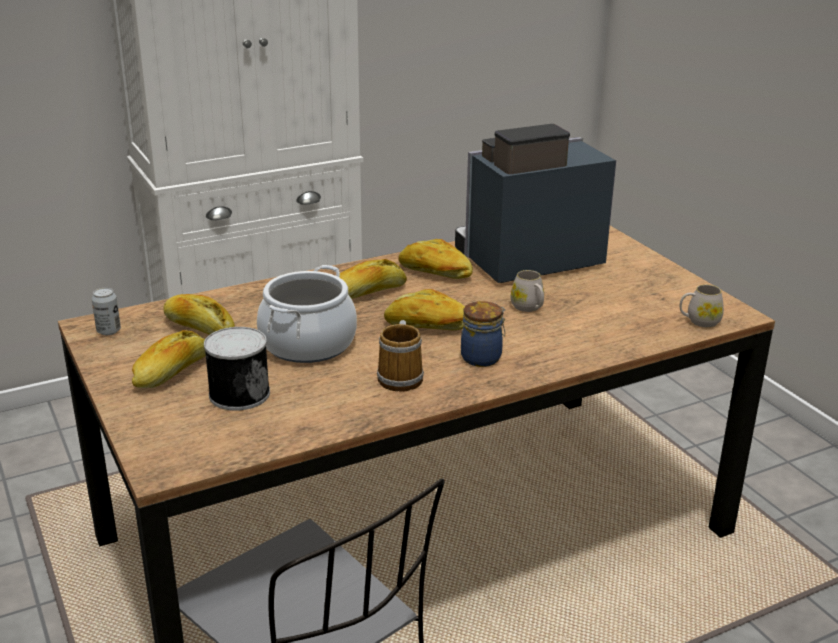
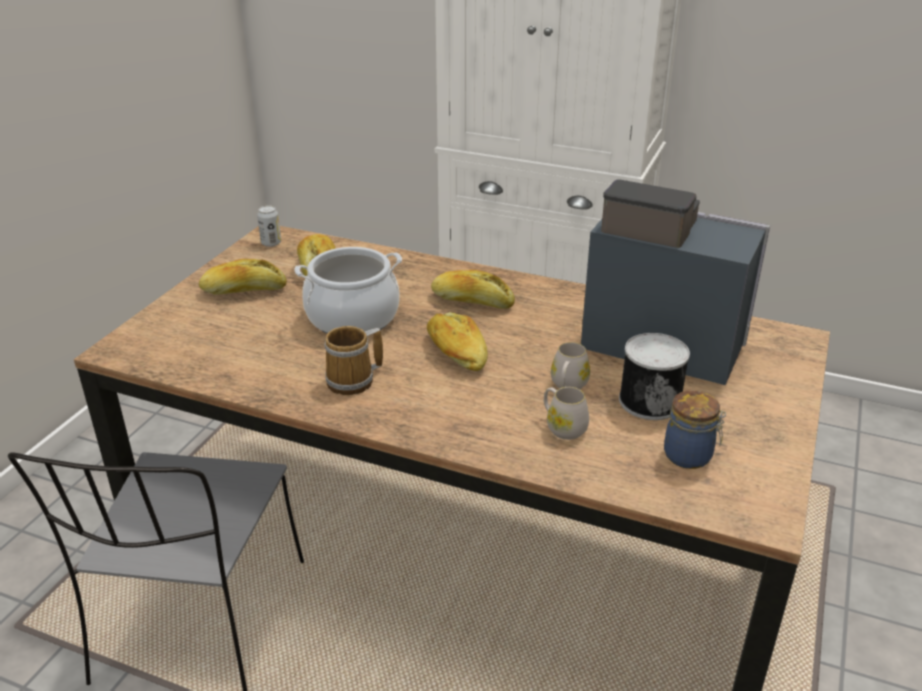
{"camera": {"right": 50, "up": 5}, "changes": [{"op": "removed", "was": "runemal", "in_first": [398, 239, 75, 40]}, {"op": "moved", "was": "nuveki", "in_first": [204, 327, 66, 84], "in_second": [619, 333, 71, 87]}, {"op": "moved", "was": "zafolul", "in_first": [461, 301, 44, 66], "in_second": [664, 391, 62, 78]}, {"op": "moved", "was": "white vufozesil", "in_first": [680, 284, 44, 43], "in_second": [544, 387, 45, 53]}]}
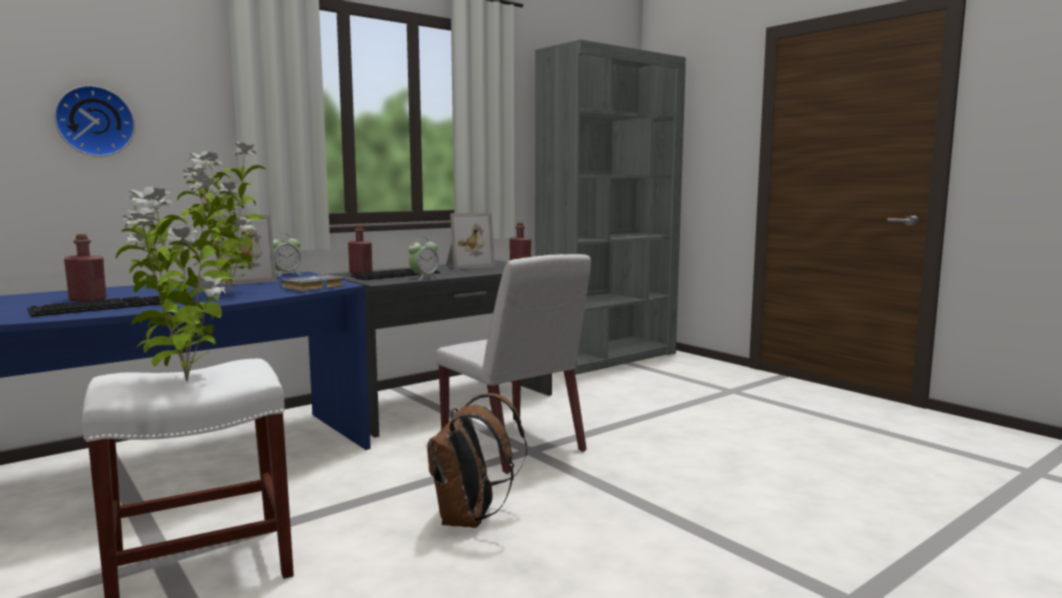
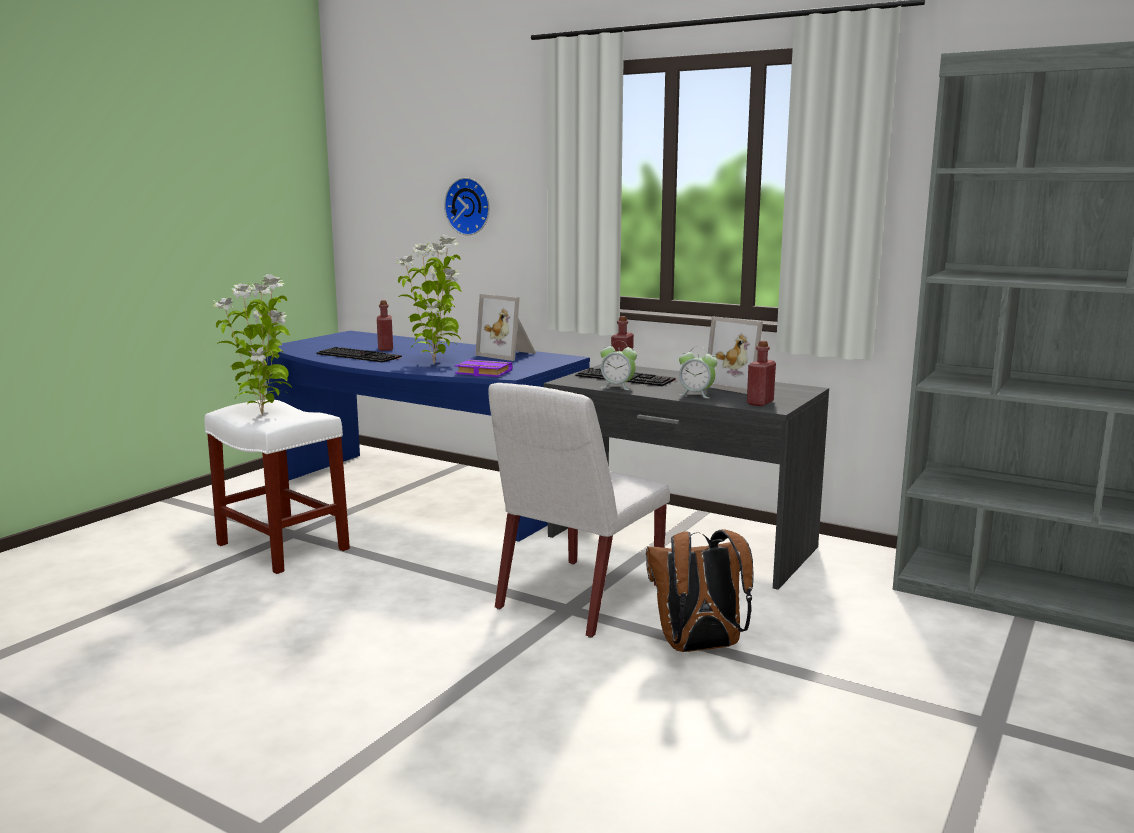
{"camera": {"right": 70, "up": 5}, "changes": [{"op": "moved", "was": "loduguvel", "in_first": [273, 234, 29, 43], "in_second": [679, 347, 39, 51]}, {"op": "moved", "was": "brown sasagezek", "in_first": [427, 393, 100, 135], "in_second": [646, 529, 108, 123]}, {"op": "recoloured", "was": "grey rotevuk", "now": "purple rotevuk", "in_first": [280, 274, 65, 18], "in_second": [455, 359, 58, 18]}]}
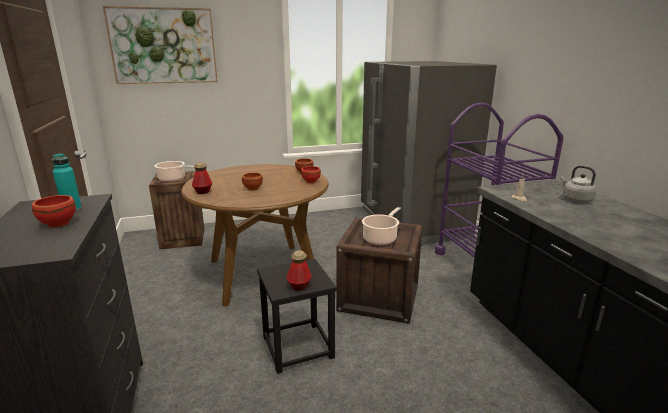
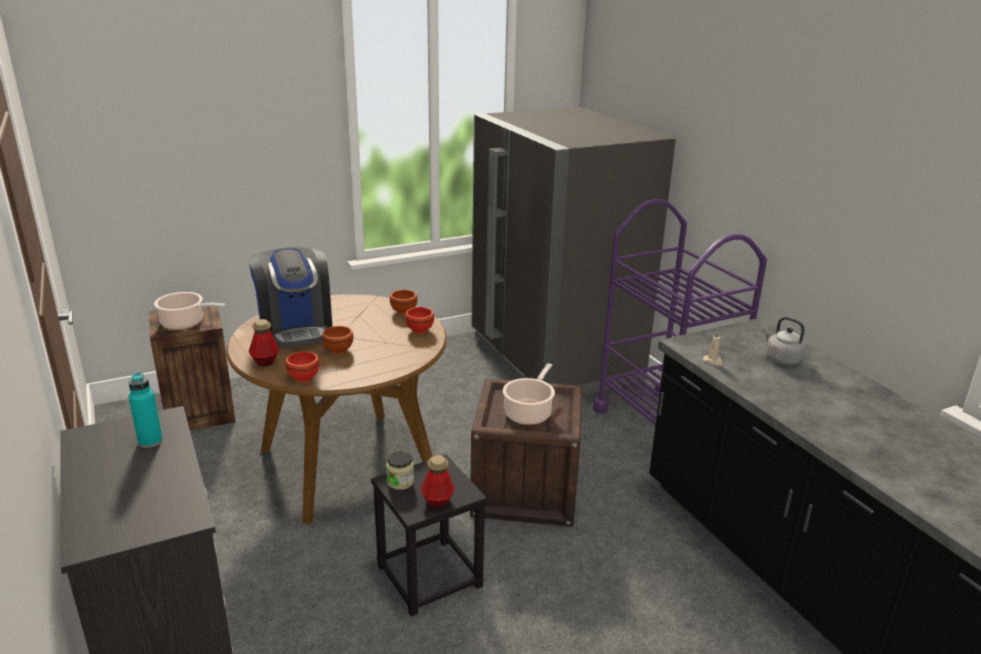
{"camera": {"right": -10, "up": 5}, "changes": [{"op": "removed", "was": "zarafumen", "in_first": [103, 6, 115, 78]}, {"op": "added", "now": "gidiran", "in_second": [248, 247, 84, 101]}, {"op": "added", "now": "zafolul", "in_second": [386, 452, 28, 38]}, {"op": "moved", "was": "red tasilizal", "in_first": [32, 195, 44, 33], "in_second": [286, 351, 33, 32]}]}
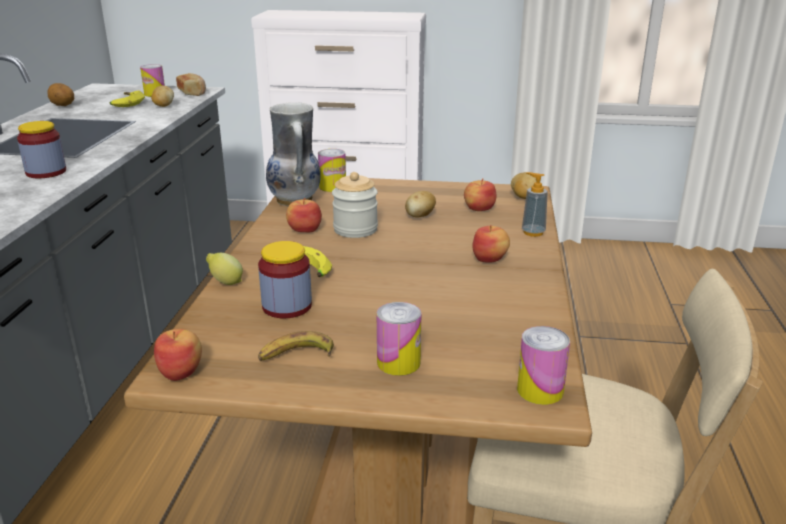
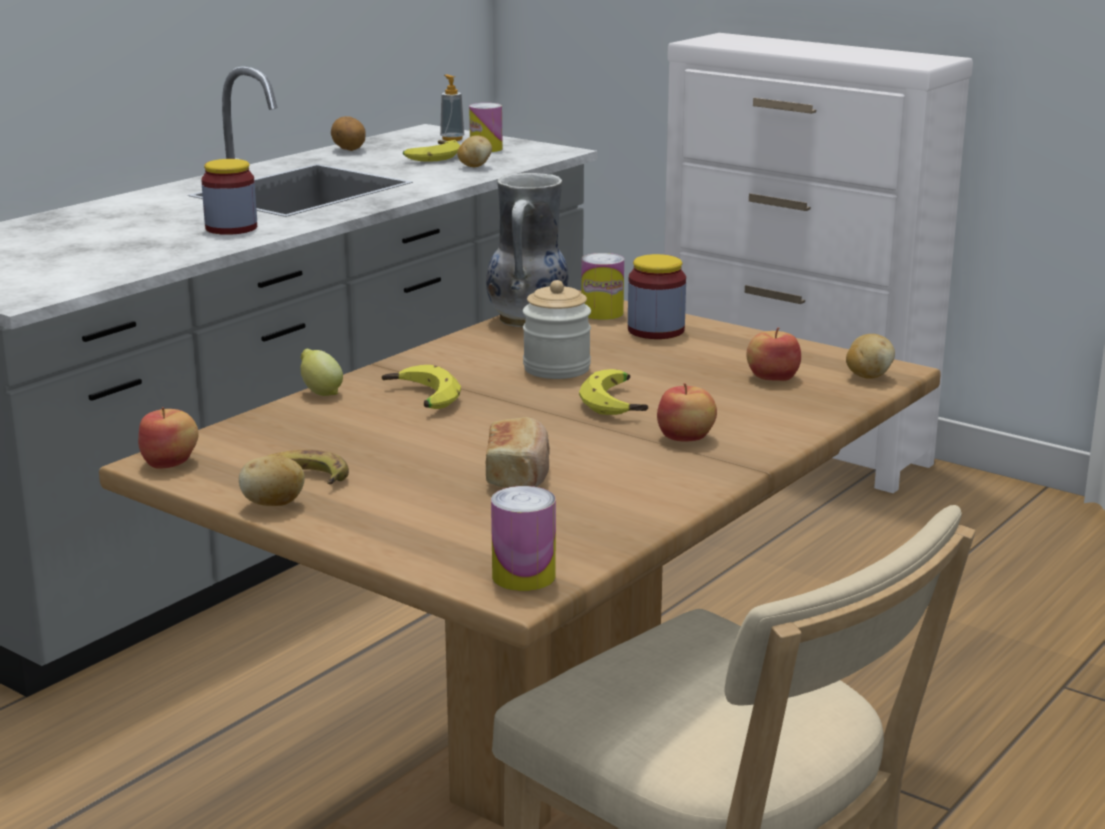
{"camera": {"right": 30, "up": -5}, "changes": [{"op": "removed", "was": "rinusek", "in_first": [286, 198, 36, 34]}, {"op": "removed", "was": "nuveki", "in_first": [377, 302, 44, 74]}, {"op": "added", "now": "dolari", "in_second": [579, 369, 69, 46]}, {"op": "moved", "was": "runemal", "in_first": [176, 73, 30, 23], "in_second": [486, 417, 64, 71]}, {"op": "moved", "was": "zafolul", "in_first": [258, 241, 54, 77], "in_second": [628, 254, 58, 85]}, {"op": "moved", "was": "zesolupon", "in_first": [405, 191, 31, 26], "in_second": [239, 456, 66, 50]}, {"op": "moved", "was": "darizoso", "in_first": [522, 172, 26, 65], "in_second": [440, 75, 24, 66]}]}
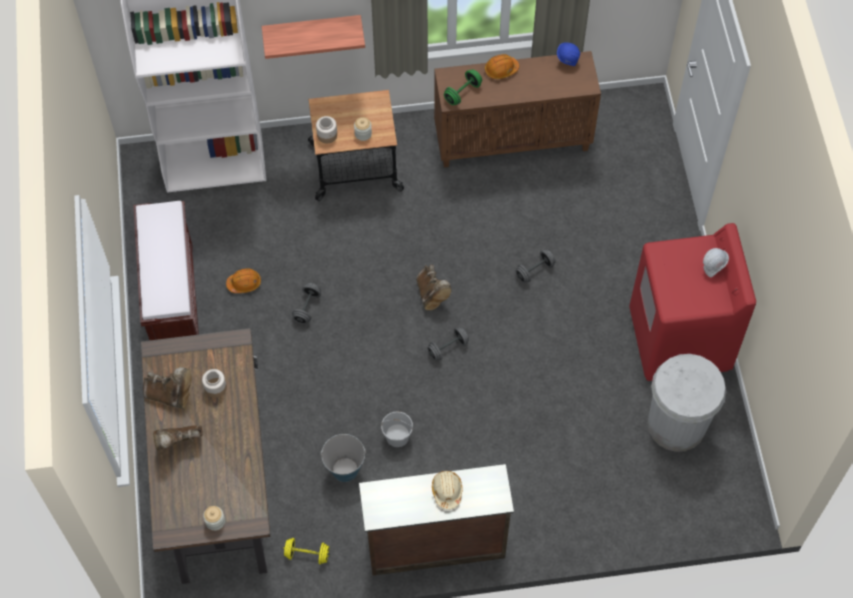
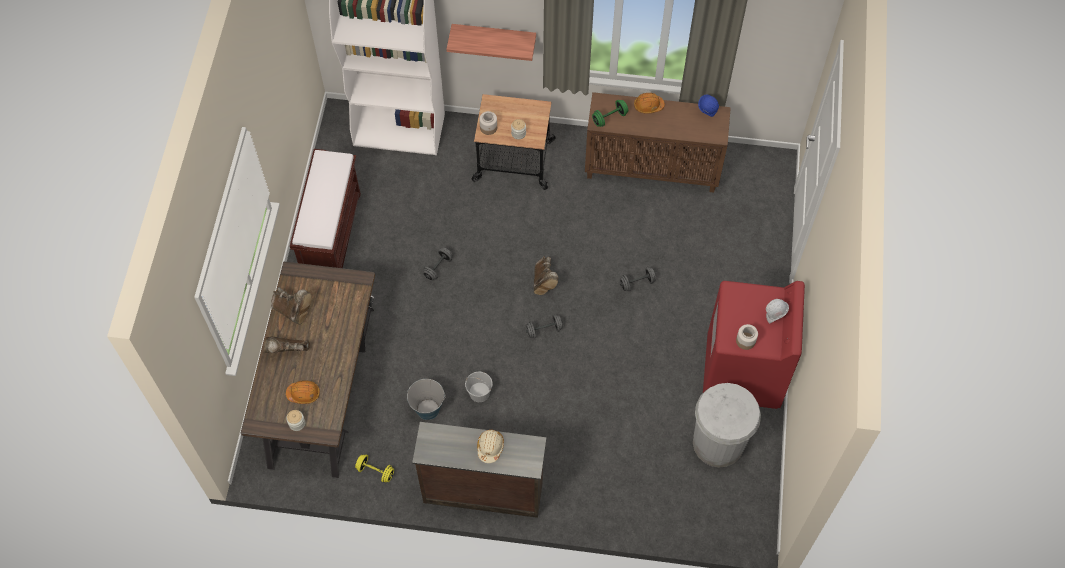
{"camera": {"right": 15, "up": 0}, "changes": [{"op": "moved", "was": "zafolul", "in_first": [202, 369, 25, 29], "in_second": [736, 324, 22, 26]}, {"op": "moved", "was": "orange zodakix", "in_first": [226, 268, 35, 25], "in_second": [286, 380, 34, 24]}]}
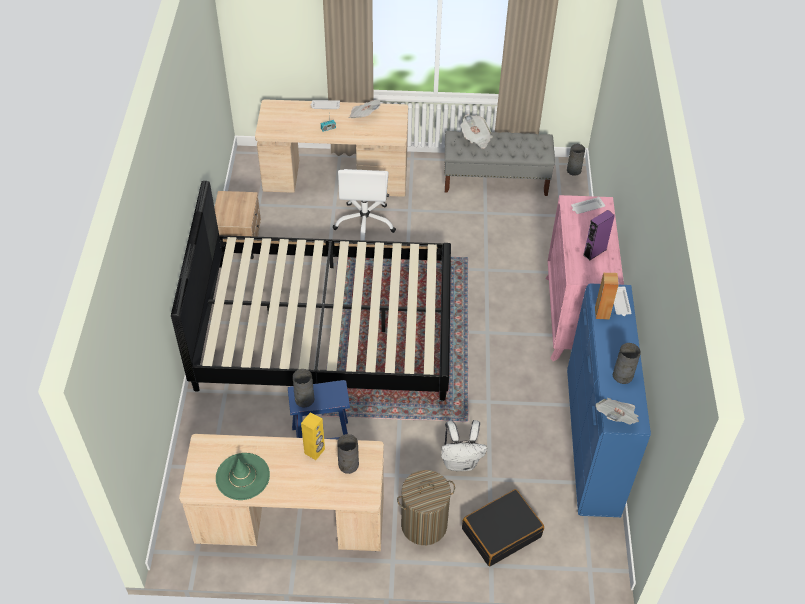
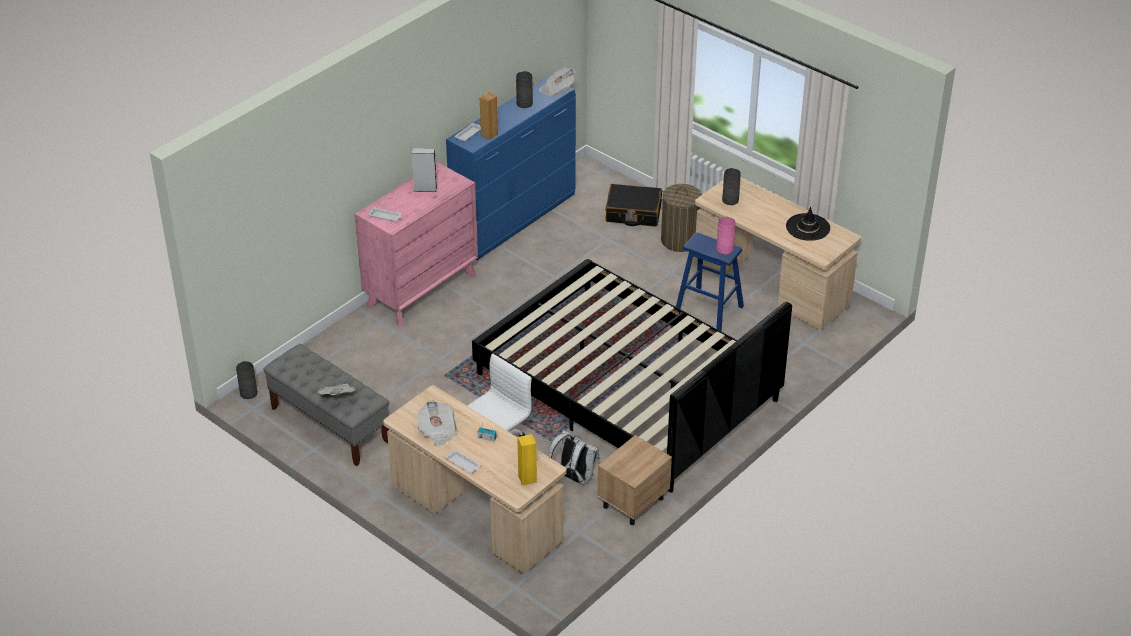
{"camera": {"right": -140, "up": -10}, "changes": [{"op": "moved", "was": "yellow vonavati", "in_first": [301, 412, 24, 48], "in_second": [517, 434, 20, 52]}, {"op": "moved", "was": "white sasagezek", "in_first": [441, 420, 46, 51], "in_second": [549, 430, 50, 55]}, {"op": "recoloured", "was": "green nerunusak", "now": "black nerunusak", "in_first": [216, 453, 54, 47], "in_second": [786, 207, 44, 34]}, {"op": "recoloured", "was": "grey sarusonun", "now": "pink sarusonun", "in_first": [293, 369, 21, 39], "in_second": [716, 217, 19, 38]}, {"op": "recoloured", "was": "purple vonavati", "now": "grey vonavati", "in_first": [584, 210, 31, 50], "in_second": [412, 148, 25, 44]}]}
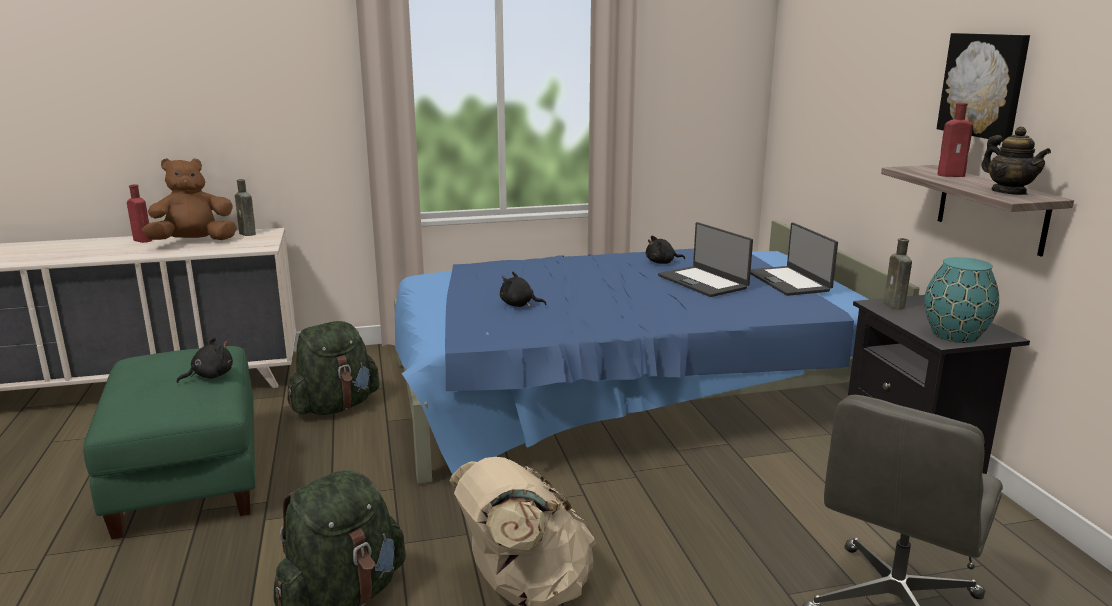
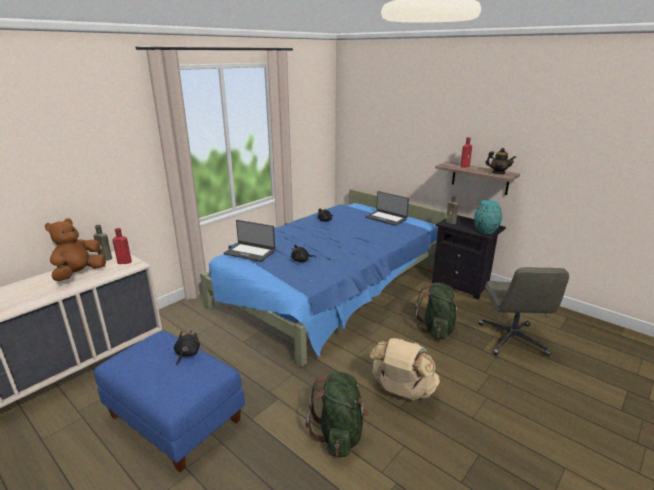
{"camera": {"right": -35, "up": 5}, "changes": [{"op": "removed", "was": "zarafumen", "in_first": [937, 33, 93, 109]}, {"op": "moved", "was": "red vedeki", "in_first": [127, 184, 25, 59], "in_second": [112, 228, 20, 36]}, {"op": "moved", "was": "green sasagezek", "in_first": [288, 321, 92, 94], "in_second": [414, 283, 48, 56]}, {"op": "moved", "was": "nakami", "in_first": [658, 222, 95, 75], "in_second": [224, 220, 51, 42]}, {"op": "recoloured", "was": "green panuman", "now": "blue panuman", "in_first": [83, 346, 172, 194], "in_second": [94, 331, 151, 141]}]}
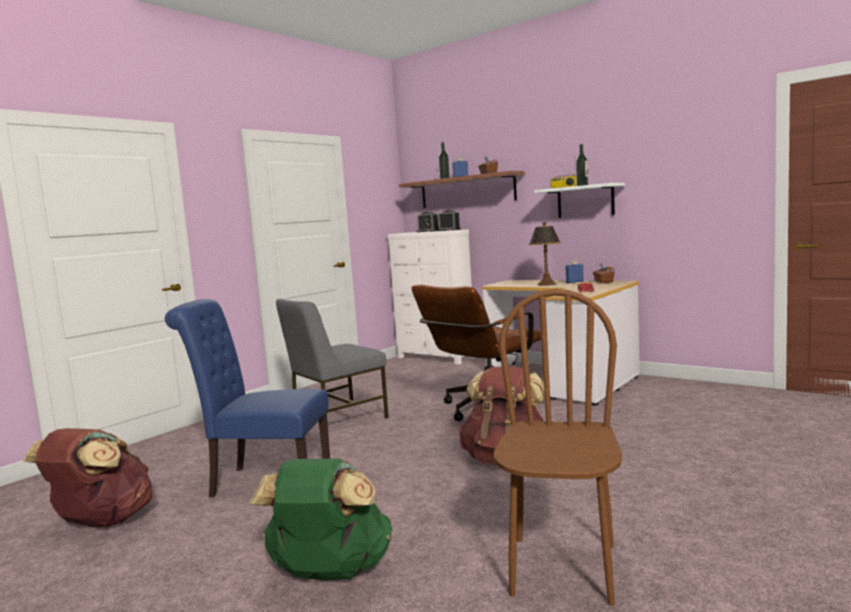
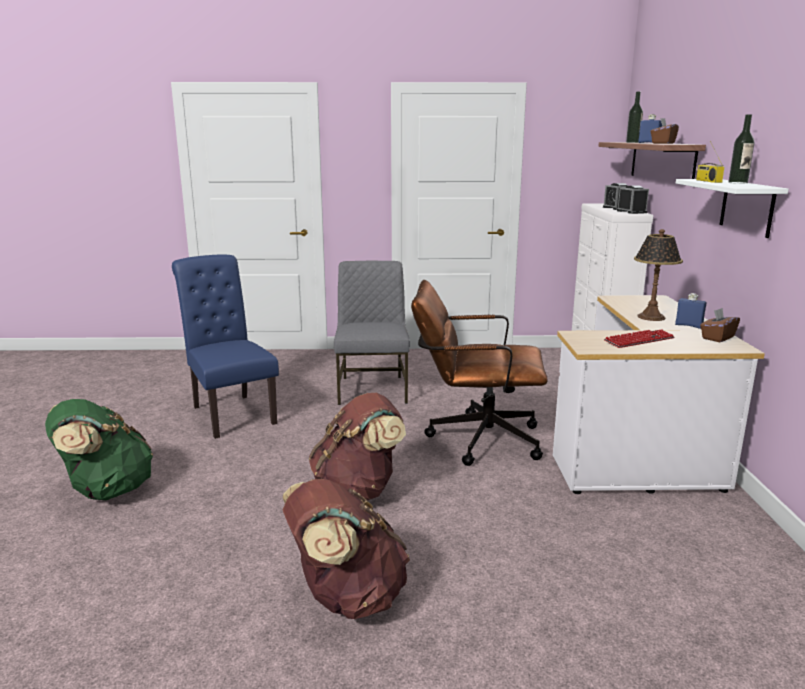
{"camera": {"right": 50, "up": 10}, "changes": [{"op": "removed", "was": "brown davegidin", "in_first": [494, 289, 128, 317]}, {"op": "moved", "was": "brown sasagezek", "in_first": [23, 428, 130, 99], "in_second": [283, 479, 127, 140]}, {"op": "turned", "was": "grey davegidin", "in_first": [276, 299, 113, 120], "in_second": [334, 261, 76, 144], "clockwise": 75}]}
